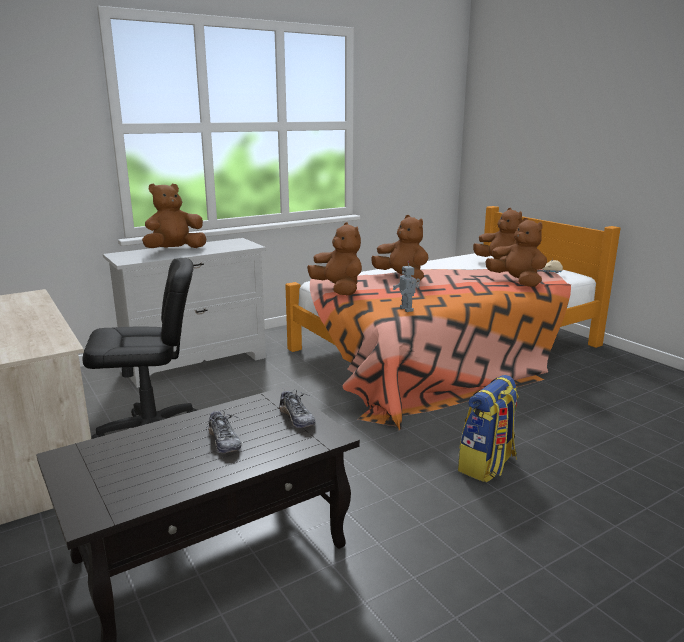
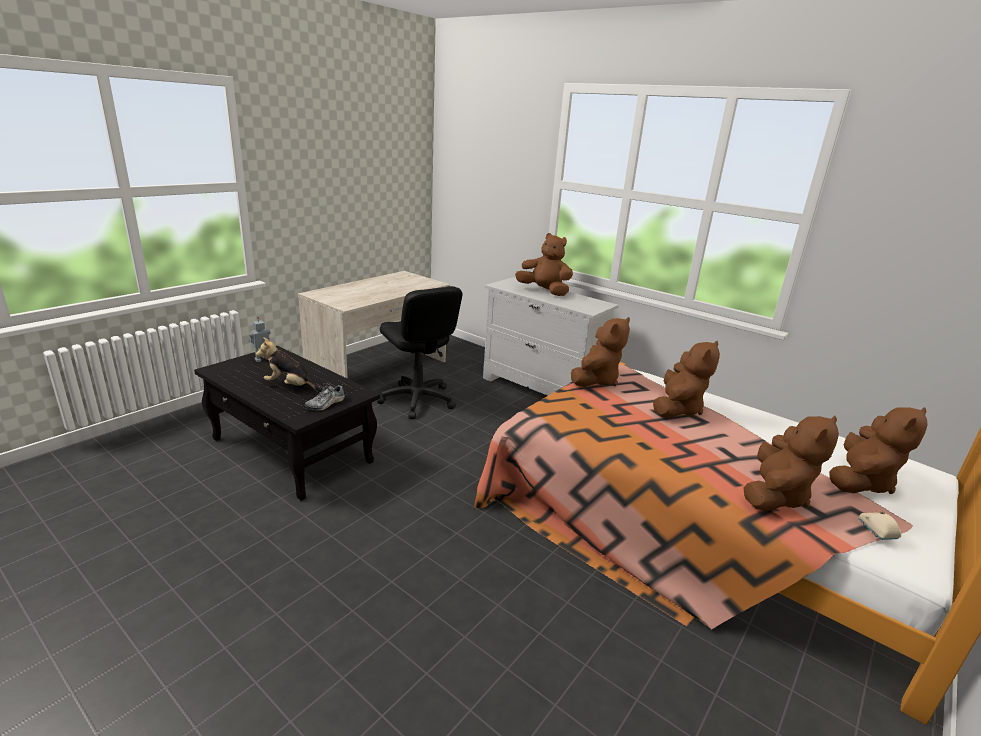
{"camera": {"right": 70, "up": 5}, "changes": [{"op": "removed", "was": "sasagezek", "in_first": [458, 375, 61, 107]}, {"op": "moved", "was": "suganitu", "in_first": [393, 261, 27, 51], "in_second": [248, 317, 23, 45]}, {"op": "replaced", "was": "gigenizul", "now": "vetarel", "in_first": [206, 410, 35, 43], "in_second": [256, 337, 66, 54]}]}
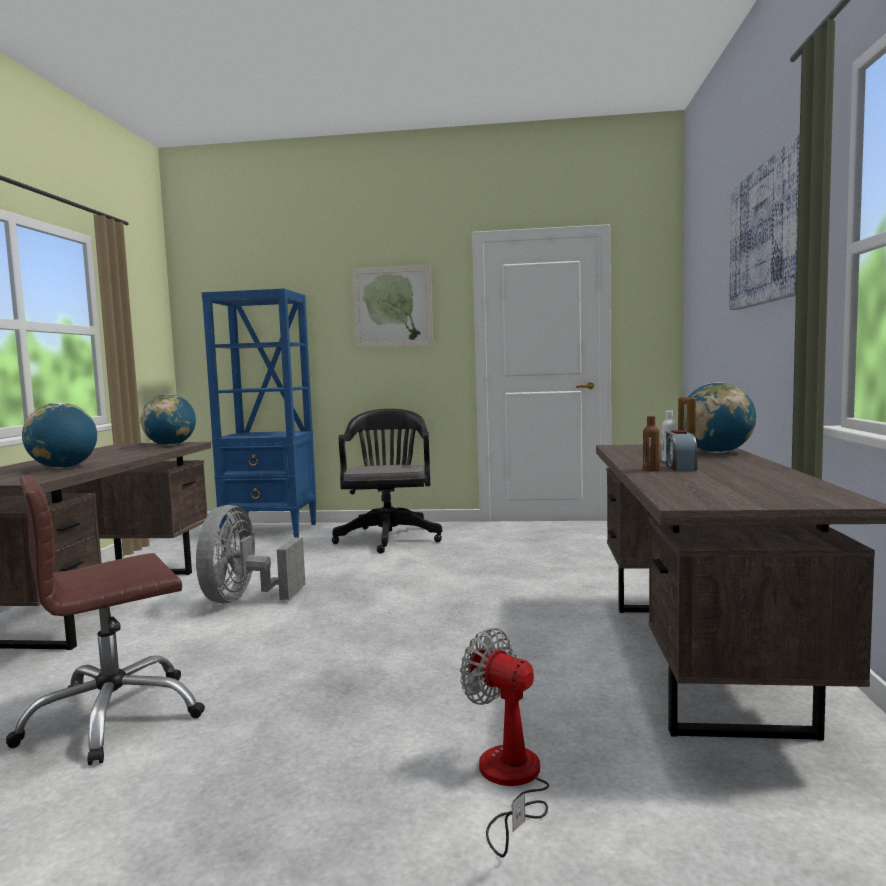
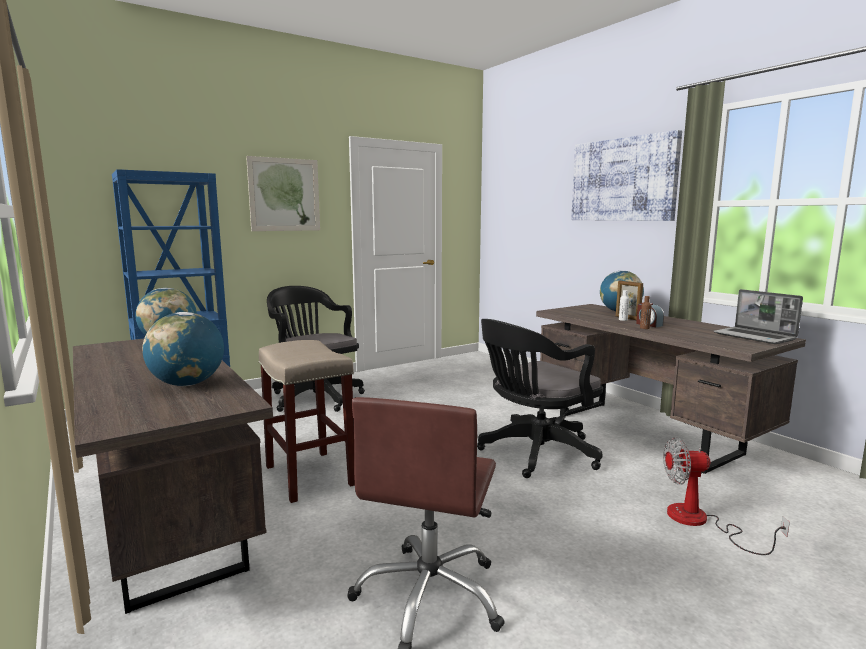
{"camera": {"right": -40, "up": 5}, "changes": [{"op": "added", "now": "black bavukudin", "in_second": [477, 319, 126, 159]}, {"op": "added", "now": "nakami", "in_second": [714, 289, 89, 55]}, {"op": "replaced", "was": "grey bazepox", "now": "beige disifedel", "in_first": [196, 505, 109, 99], "in_second": [258, 340, 97, 163]}]}
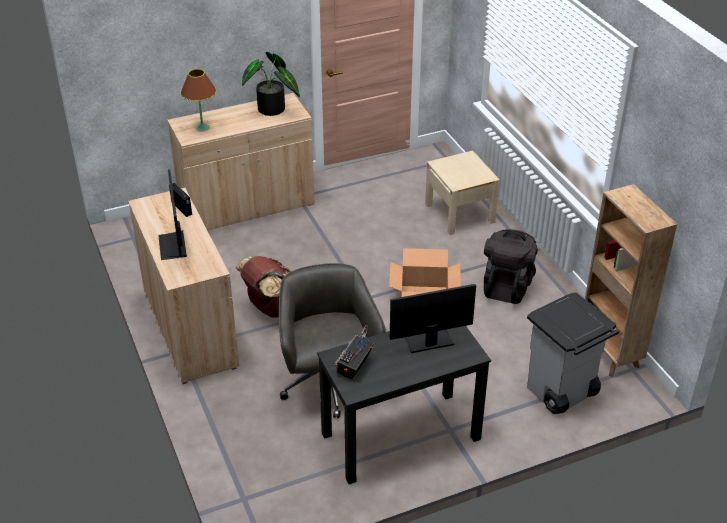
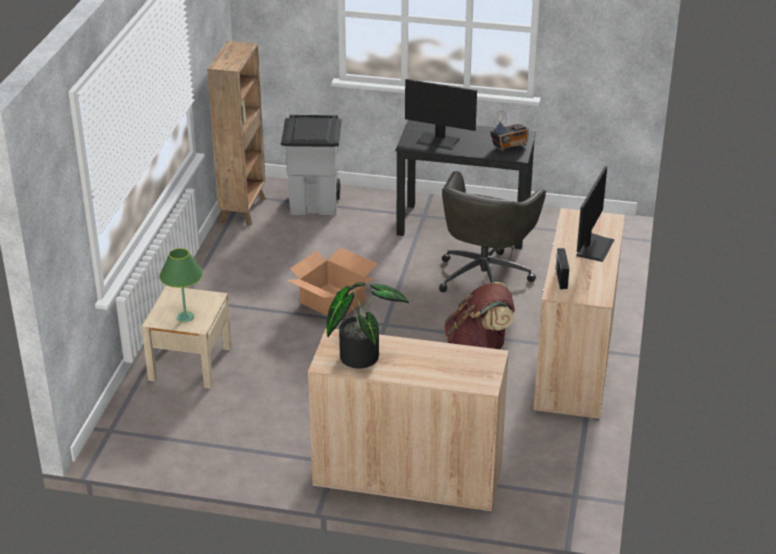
{"camera": {"right": -145, "up": -5}, "changes": [{"op": "removed", "was": "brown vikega", "in_first": [181, 69, 35, 62]}, {"op": "removed", "was": "black sasagezek", "in_first": [484, 229, 54, 75]}, {"op": "added", "now": "green vikega", "in_second": [159, 248, 44, 74]}]}
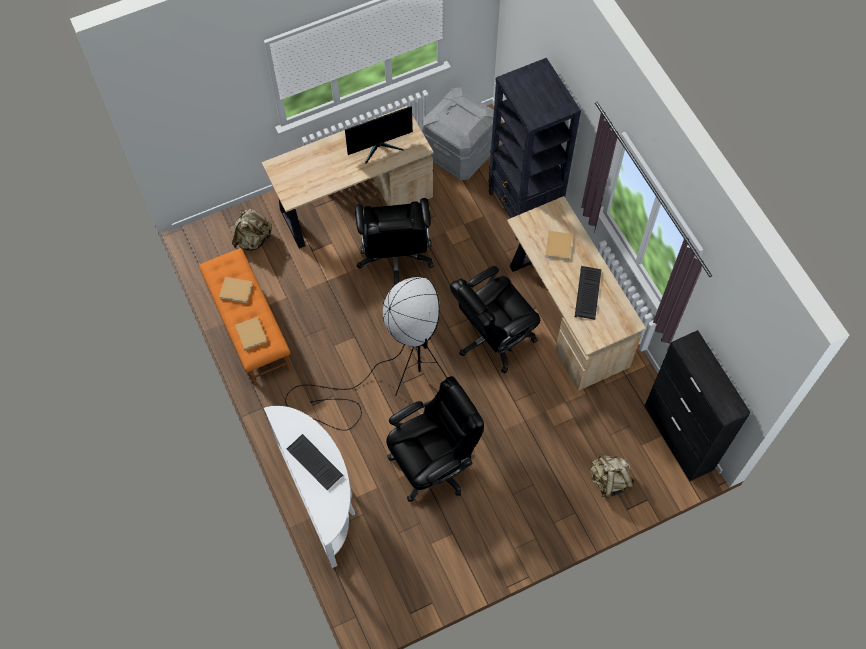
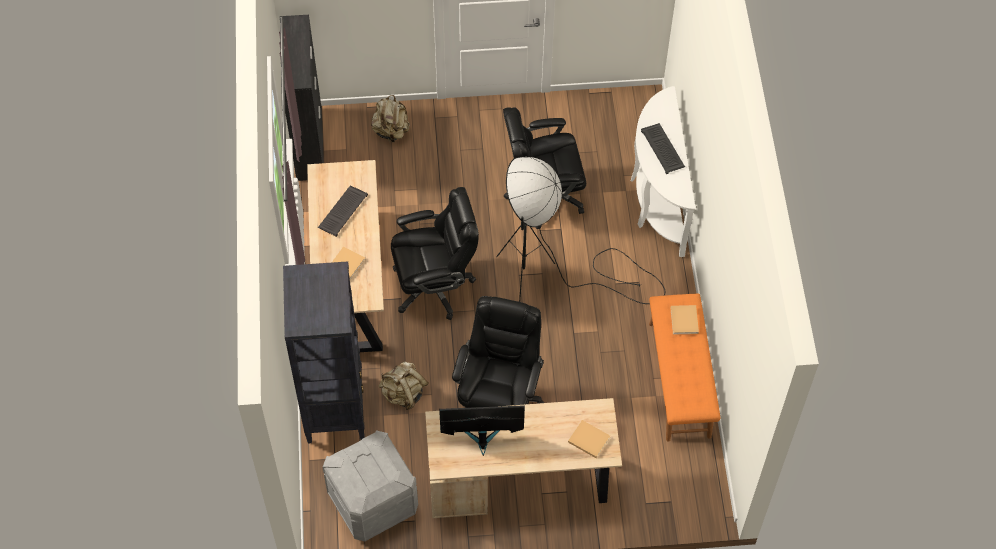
{"camera": {"right": -160, "up": -5}, "changes": [{"op": "moved", "was": "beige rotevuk", "in_first": [219, 277, 34, 26], "in_second": [568, 420, 42, 38]}, {"op": "moved", "was": "beige sasagezek", "in_first": [232, 209, 40, 42], "in_second": [378, 362, 50, 48]}]}
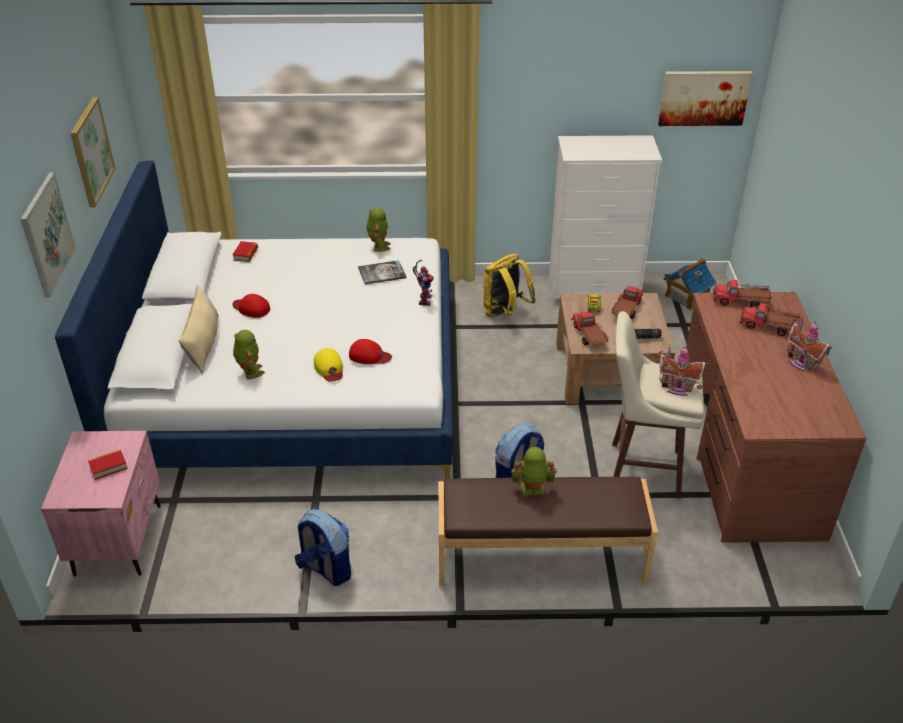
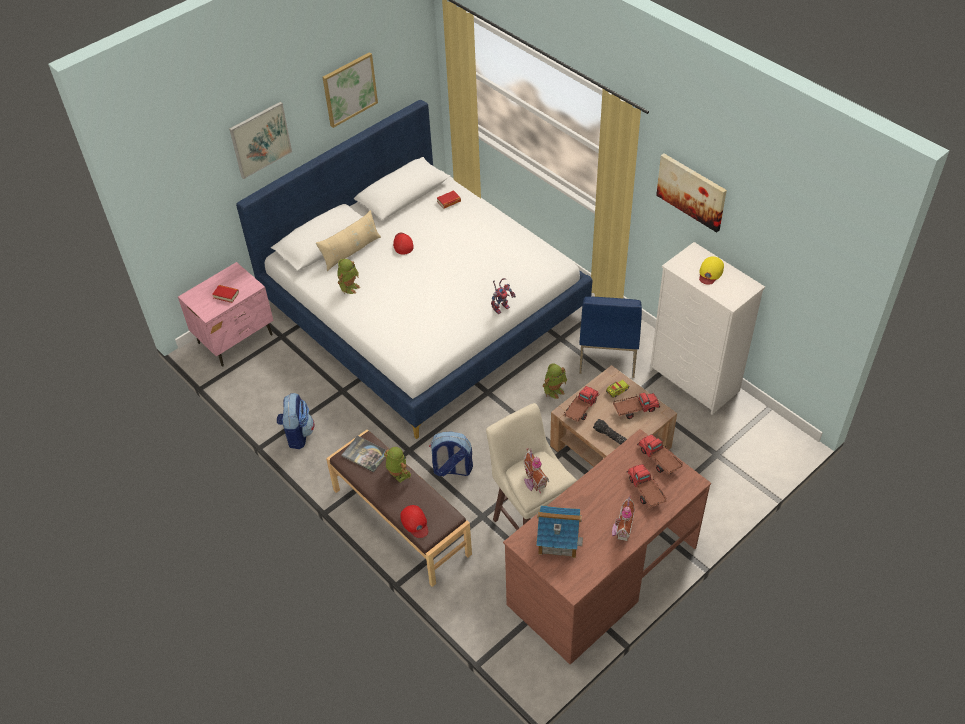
{"camera": {"right": 50, "up": 10}, "changes": [{"op": "moved", "was": "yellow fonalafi", "in_first": [314, 348, 29, 34], "in_second": [699, 256, 25, 29]}, {"op": "moved", "was": "red fonalafi", "in_first": [349, 339, 43, 25], "in_second": [400, 505, 28, 33]}, {"op": "moved", "was": "rotevuk", "in_first": [358, 260, 48, 24], "in_second": [341, 436, 45, 37]}, {"op": "moved", "was": "suganitu", "in_first": [366, 208, 25, 44], "in_second": [543, 364, 24, 35]}, {"op": "moved", "was": "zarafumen", "in_first": [658, 71, 95, 55], "in_second": [656, 154, 71, 78]}, {"op": "moved", "was": "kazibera", "in_first": [663, 258, 54, 52], "in_second": [536, 505, 47, 53]}, {"op": "replaced", "was": "yellow sasagezek", "now": "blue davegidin", "in_first": [483, 254, 53, 63], "in_second": [579, 296, 63, 82]}]}
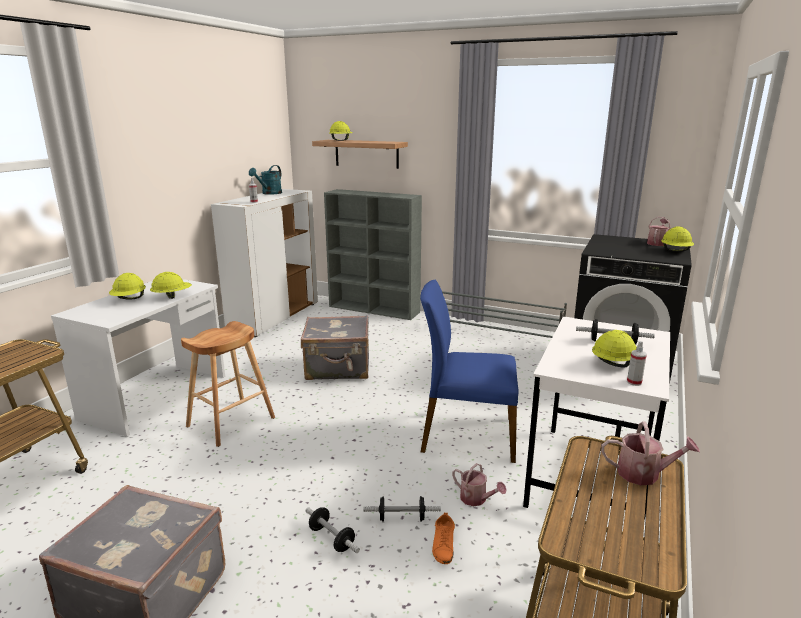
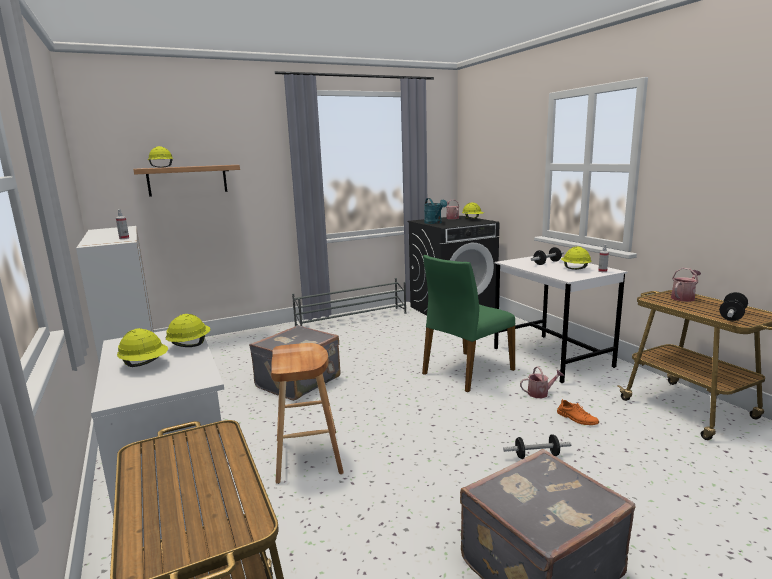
{"camera": {"right": -50, "up": -5}, "changes": [{"op": "removed", "was": "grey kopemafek", "in_first": [324, 189, 98, 131]}, {"op": "moved", "was": "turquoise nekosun", "in_first": [249, 165, 33, 30], "in_second": [424, 198, 23, 26]}, {"op": "moved", "was": "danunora", "in_first": [363, 496, 78, 26], "in_second": [719, 292, 29, 29]}, {"op": "recoloured", "was": "blue davegidin", "now": "green davegidin", "in_first": [420, 280, 99, 183], "in_second": [422, 255, 93, 137]}]}
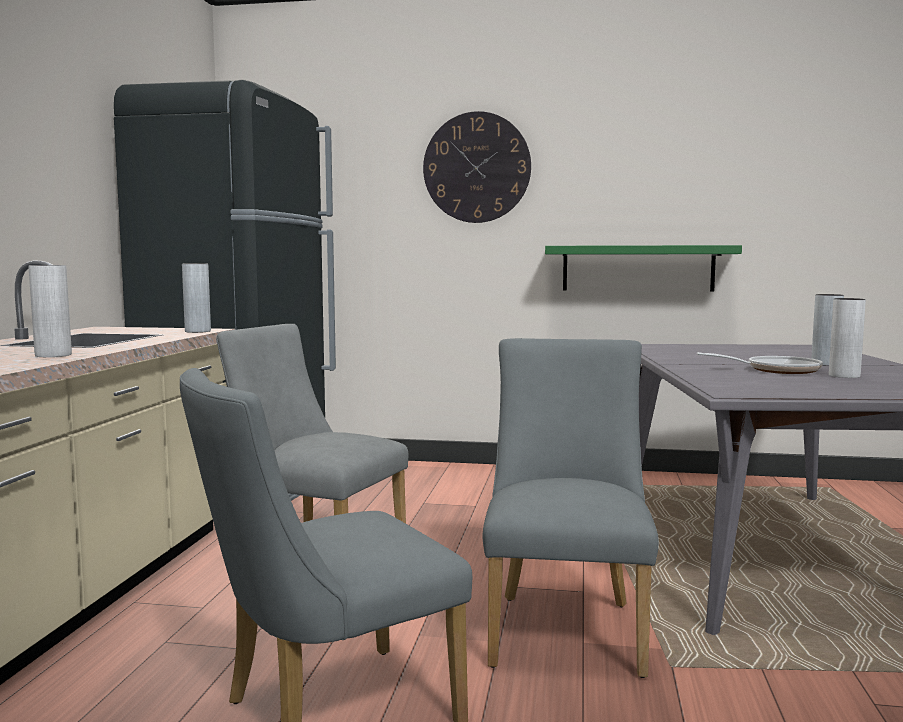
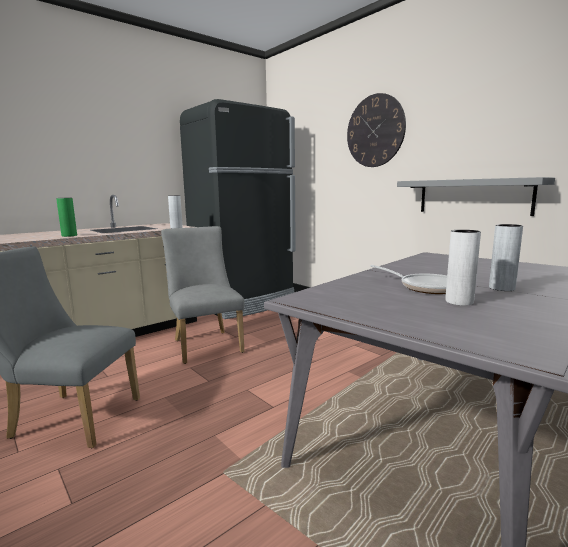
{"camera": {"right": 40, "up": 5}, "changes": [{"op": "removed", "was": "grey davegidin", "in_first": [483, 338, 176, 340]}, {"op": "recoloured", "was": "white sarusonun", "now": "green sarusonun", "in_first": [29, 265, 43, 92], "in_second": [56, 198, 21, 39]}, {"op": "recoloured", "was": "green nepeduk", "now": "grey nepeduk", "in_first": [545, 245, 197, 46], "in_second": [397, 177, 158, 39]}]}
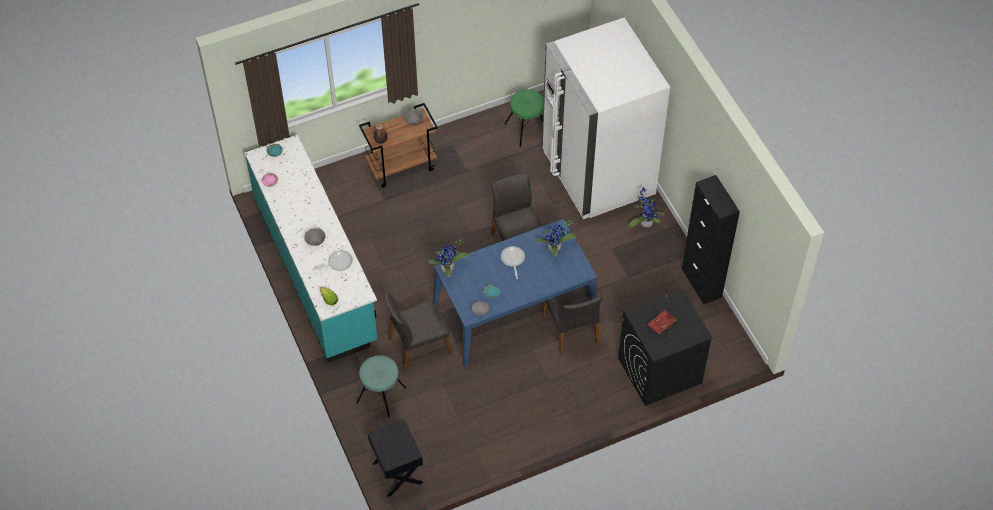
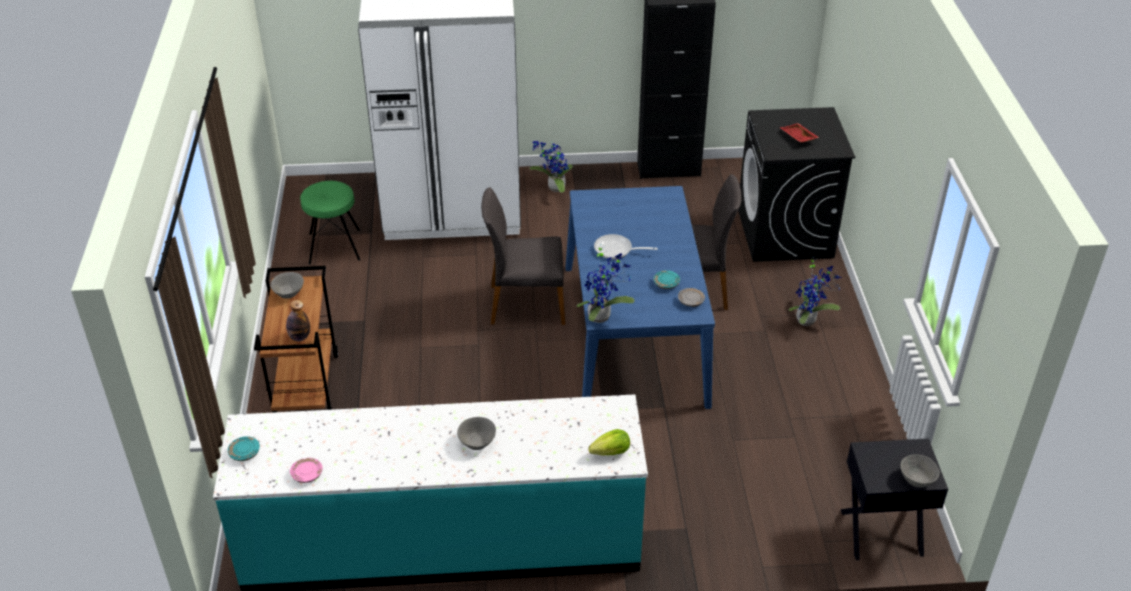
{"camera": {"right": -70, "up": -15}, "changes": [{"op": "removed", "was": "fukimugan", "in_first": [313, 250, 40, 21]}, {"op": "removed", "was": "turquoise disifedel", "in_first": [356, 355, 51, 62]}, {"op": "removed", "was": "grey davegidin", "in_first": [384, 292, 68, 78]}, {"op": "added", "now": "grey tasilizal", "in_second": [901, 454, 38, 34]}, {"op": "moved", "was": "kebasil", "in_first": [536, 221, 40, 36], "in_second": [789, 259, 52, 67]}]}
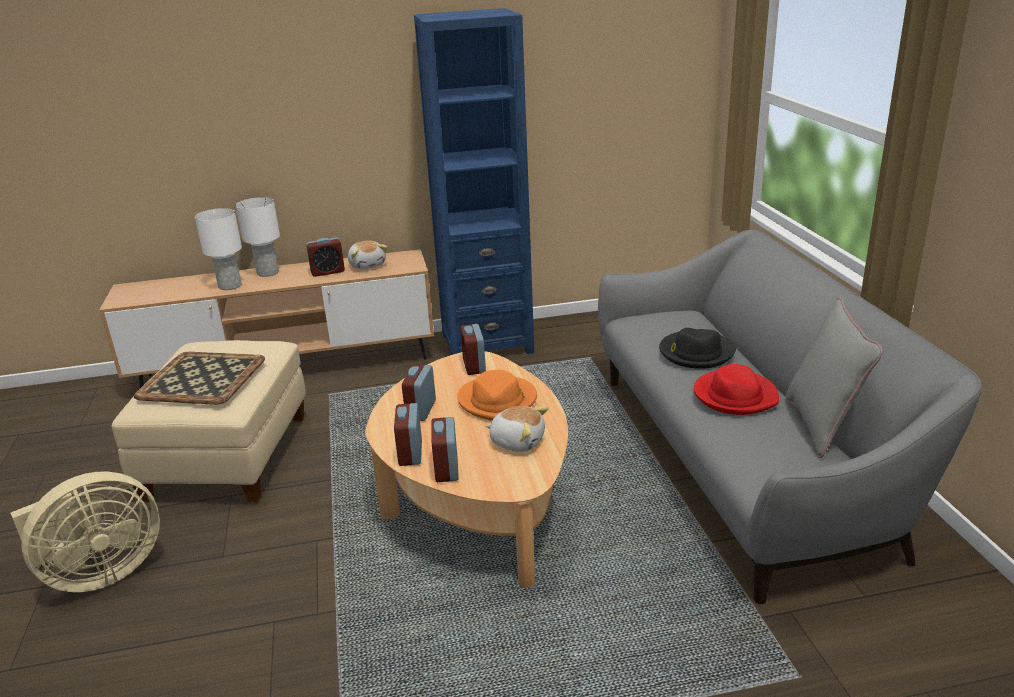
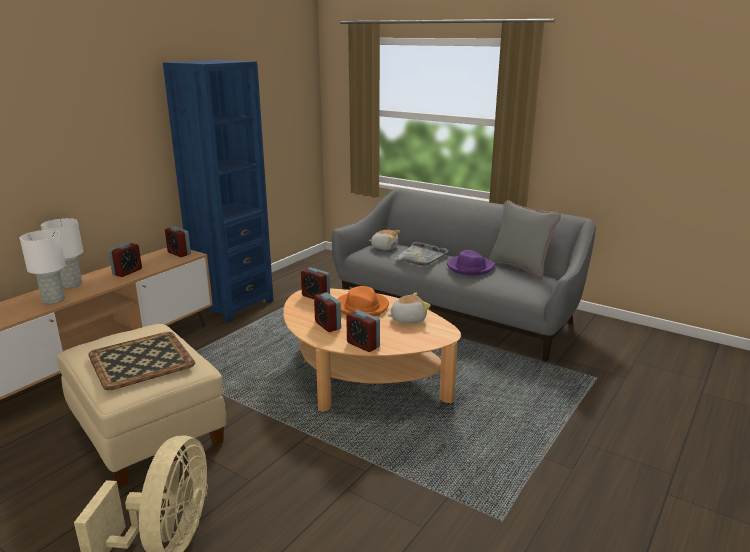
{"camera": {"right": -45, "up": -5}, "changes": [{"op": "moved", "was": "vetarel", "in_first": [348, 240, 39, 29], "in_second": [369, 230, 31, 20]}, {"op": "moved", "was": "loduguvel", "in_first": [431, 417, 28, 65], "in_second": [165, 227, 26, 30]}, {"op": "replaced", "was": "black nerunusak", "now": "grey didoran", "in_first": [659, 328, 77, 41], "in_second": [394, 242, 55, 24]}, {"op": "recoloured", "was": "red nerunusak", "now": "purple nerunusak", "in_first": [694, 364, 85, 51], "in_second": [447, 250, 48, 25]}]}
